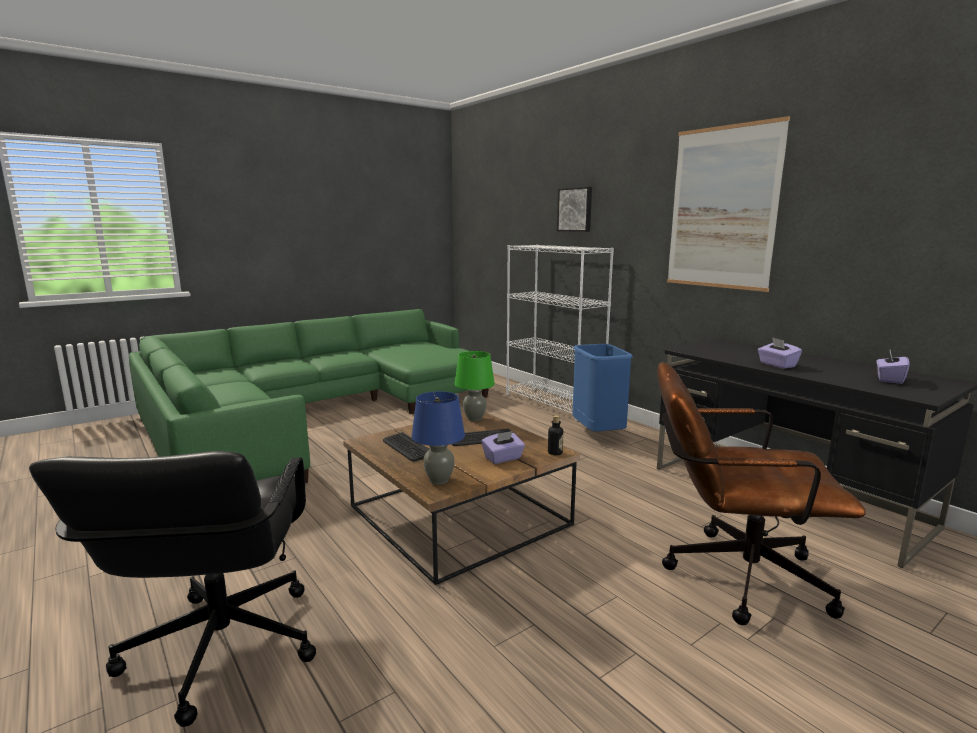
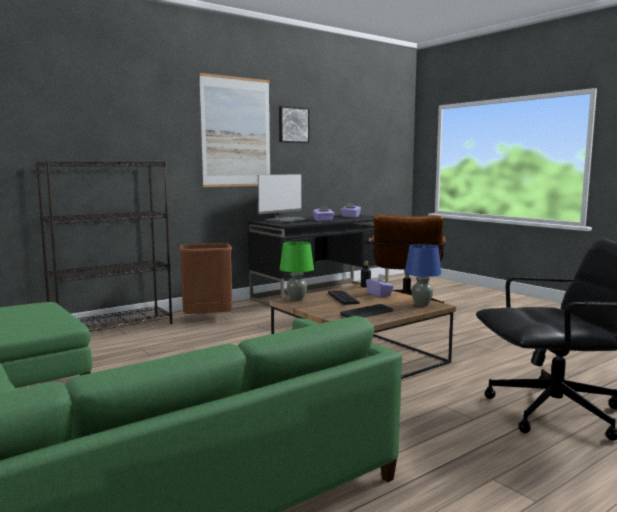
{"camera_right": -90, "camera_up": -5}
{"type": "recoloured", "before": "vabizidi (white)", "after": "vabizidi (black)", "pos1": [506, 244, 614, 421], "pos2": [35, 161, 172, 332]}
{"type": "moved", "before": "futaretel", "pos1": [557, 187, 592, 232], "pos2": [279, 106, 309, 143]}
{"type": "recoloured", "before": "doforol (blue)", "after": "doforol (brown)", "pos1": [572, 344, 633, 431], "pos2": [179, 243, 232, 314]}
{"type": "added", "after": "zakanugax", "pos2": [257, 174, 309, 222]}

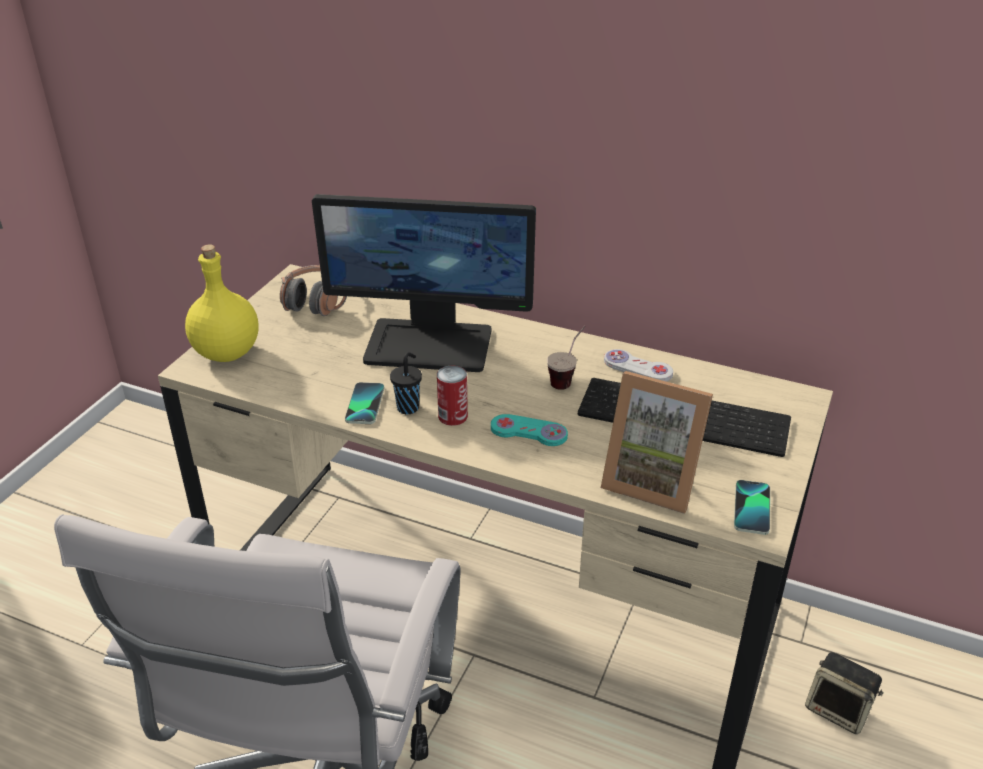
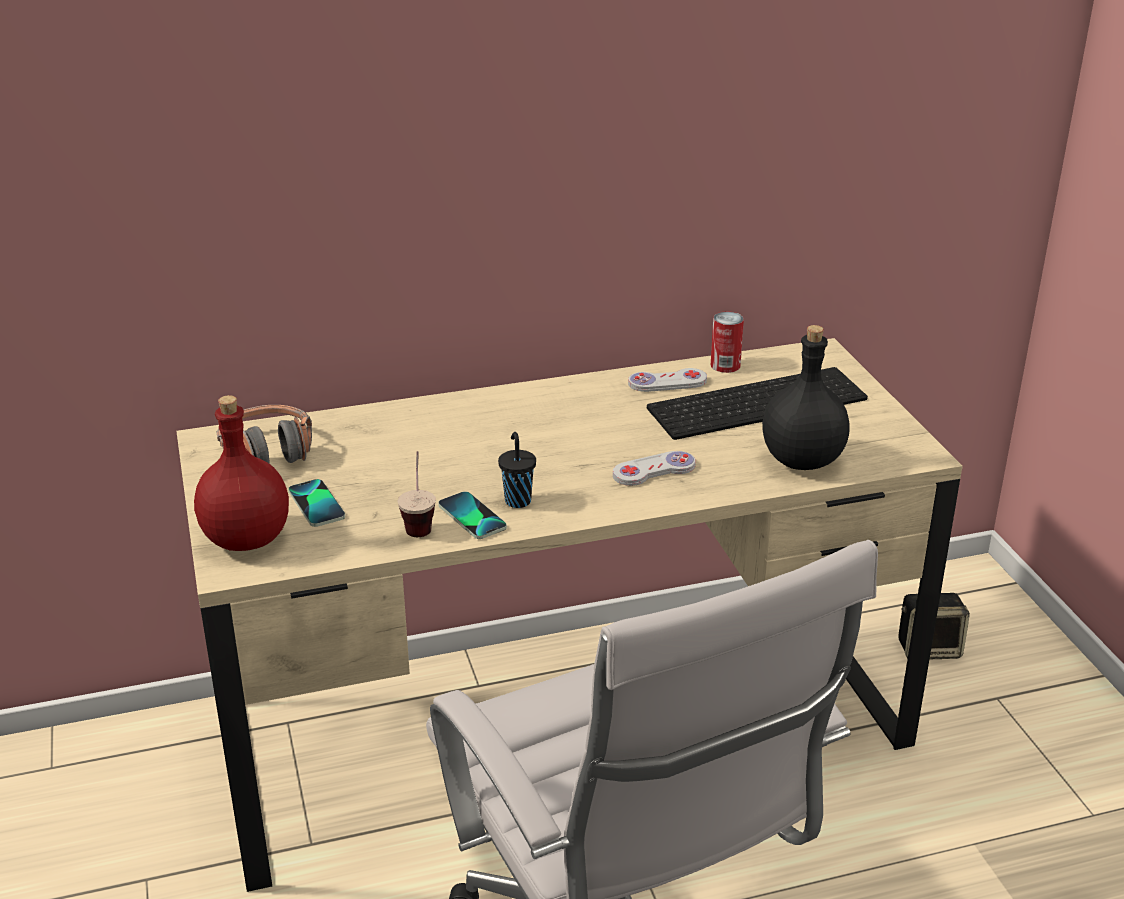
{"camera_right": -40, "camera_up": -5}
{"type": "recoloured", "before": "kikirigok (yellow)", "after": "kikirigok (red)", "pos1": [185, 244, 259, 362], "pos2": [194, 395, 289, 551]}
{"type": "removed", "before": "zakanugax", "pos1": [312, 194, 536, 372]}
{"type": "moved", "before": "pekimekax", "pos1": [437, 366, 468, 426], "pos2": [711, 311, 744, 373]}
{"type": "recoloured", "before": "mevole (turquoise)", "after": "mevole (white)", "pos1": [491, 414, 568, 446], "pos2": [613, 451, 696, 486]}
{"type": "moved", "before": "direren", "pos1": [547, 326, 585, 390], "pos2": [398, 451, 436, 537]}
{"type": "replaced", "before": "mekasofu", "after": "kikirigok (black)", "pos1": [601, 371, 713, 514], "pos2": [762, 325, 850, 470]}
{"type": "moved", "before": "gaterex", "pos1": [734, 480, 770, 535], "pos2": [288, 479, 345, 527]}

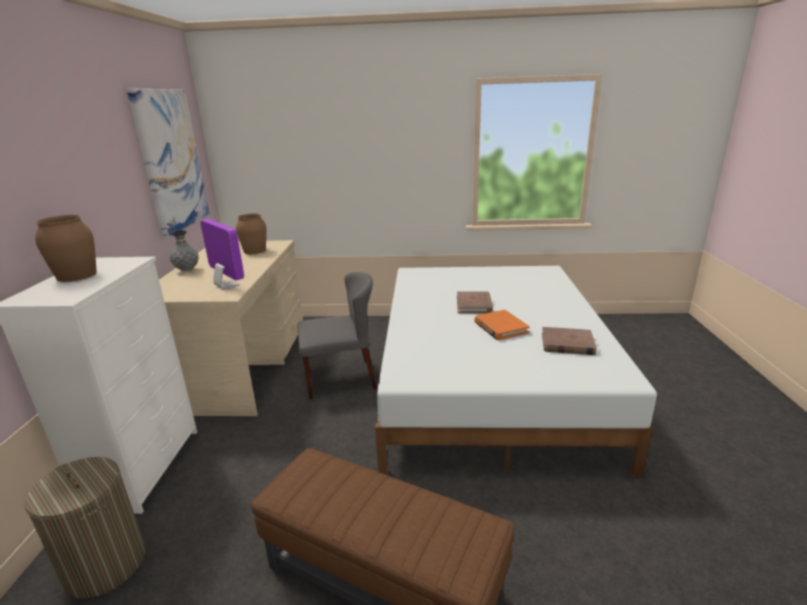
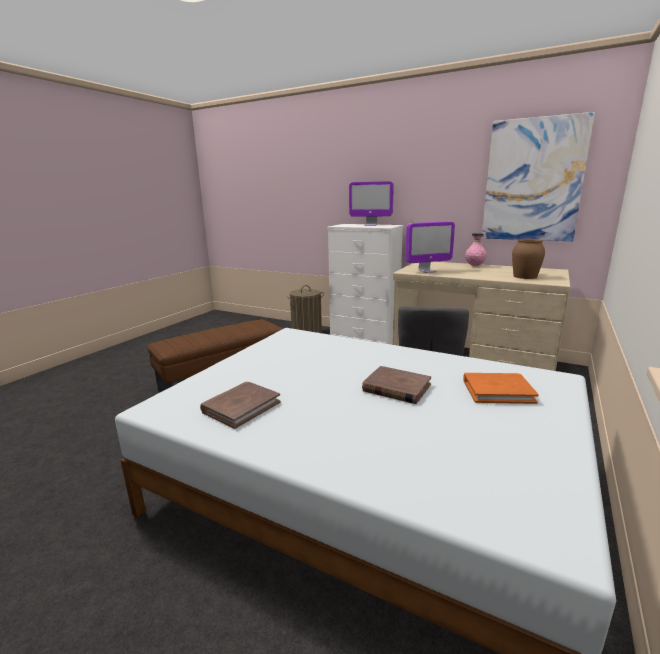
{"camera_right": 115, "camera_up": -5}
{"type": "replaced", "before": "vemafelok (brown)", "after": "zakanugax", "pos1": [35, 215, 97, 282], "pos2": [349, 181, 394, 226]}
{"type": "recoloured", "before": "vemafelok (grey)", "after": "vemafelok (pink)", "pos1": [170, 230, 199, 271], "pos2": [465, 233, 487, 266]}
{"type": "moved", "before": "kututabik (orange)", "pos1": [474, 310, 530, 340], "pos2": [463, 373, 539, 404]}

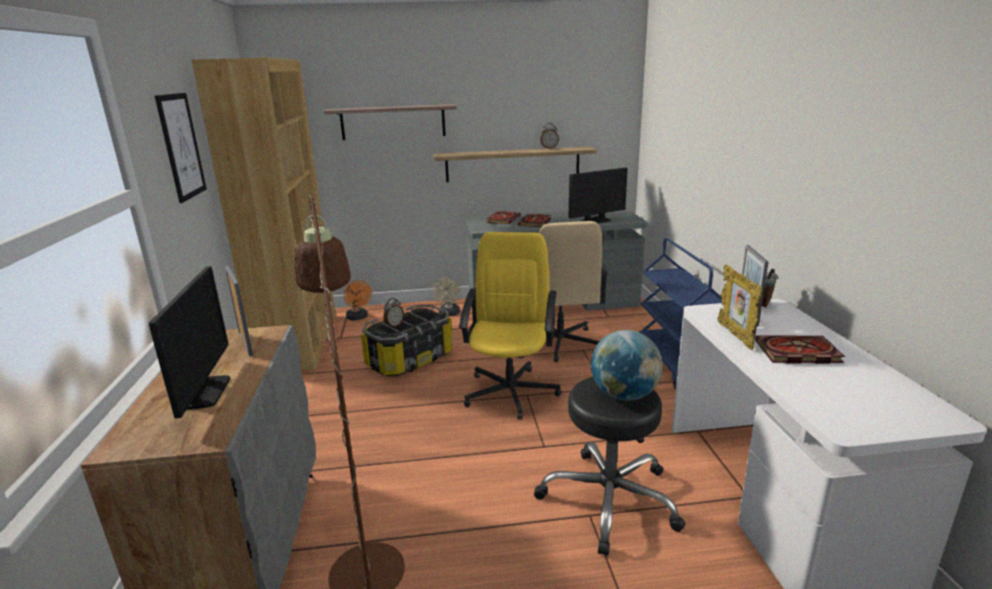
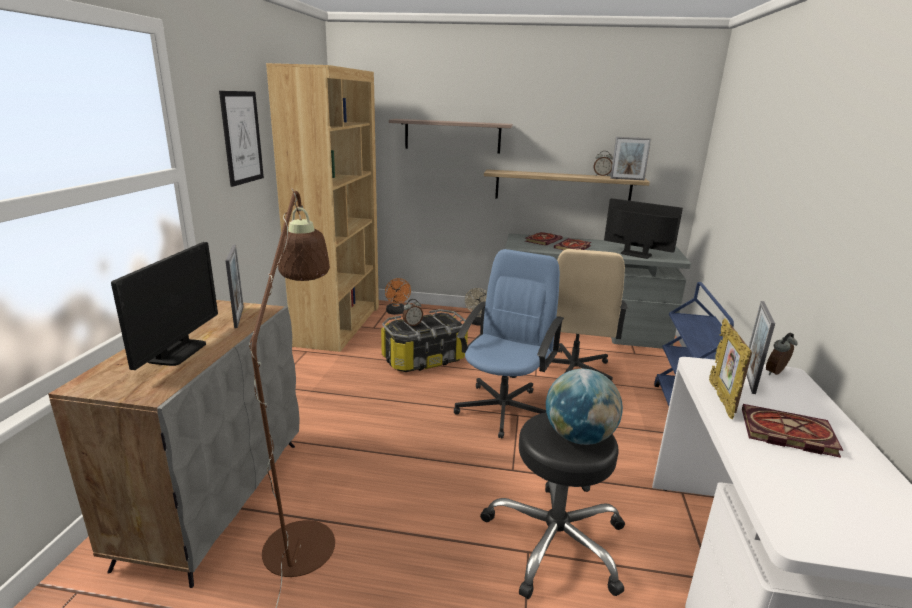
{"camera_right": 15, "camera_up": 0}
{"type": "recoloured", "before": "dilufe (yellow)", "after": "dilufe (blue)", "pos1": [459, 232, 561, 420], "pos2": [454, 249, 564, 439]}
{"type": "turned", "before": "zakanugax", "pos1": [569, 167, 628, 223], "pos2": [604, 198, 683, 259], "turn": -135}
{"type": "added", "after": "mekasofu", "pos2": [610, 137, 651, 180]}

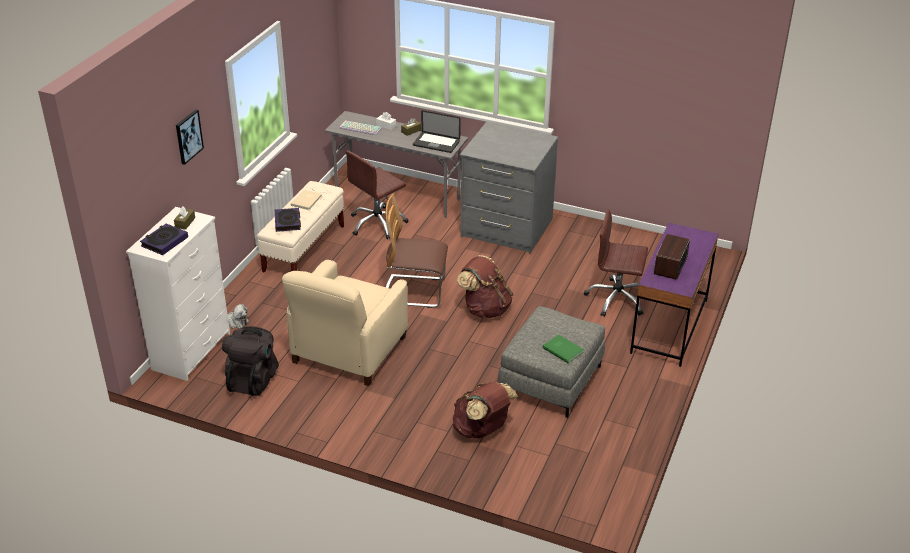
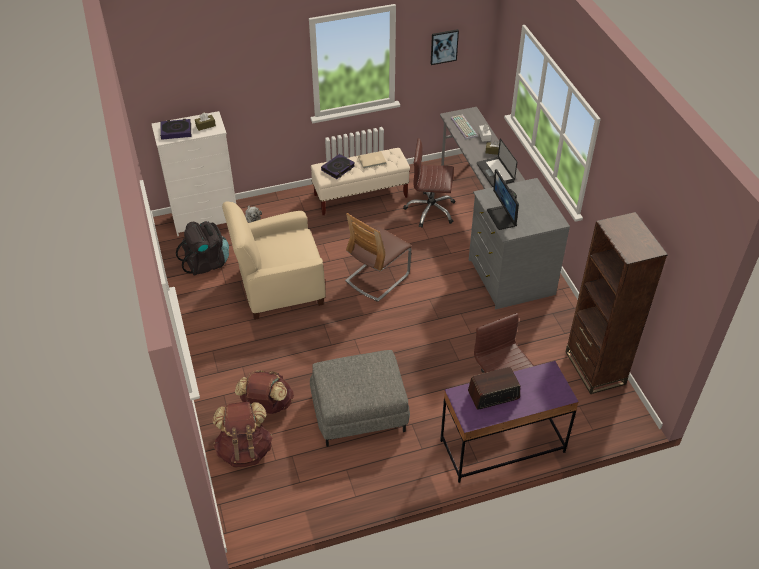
{"camera_right": 50, "camera_up": 10}
{"type": "moved", "before": "futaretel", "pos1": [176, 109, 204, 165], "pos2": [431, 29, 459, 65]}
{"type": "turned", "before": "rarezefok", "pos1": [385, 194, 448, 308], "pos2": [345, 213, 412, 302], "turn": -105}
{"type": "moved", "before": "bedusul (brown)", "pos1": [457, 255, 513, 318], "pos2": [213, 401, 272, 468]}
{"type": "removed", "before": "kututabik (green)", "pos1": [543, 335, 584, 363]}
{"type": "added", "after": "zakanugax", "pos2": [487, 169, 519, 230]}
{"type": "added", "after": "vabizidi (brown)", "pos2": [565, 212, 668, 394]}

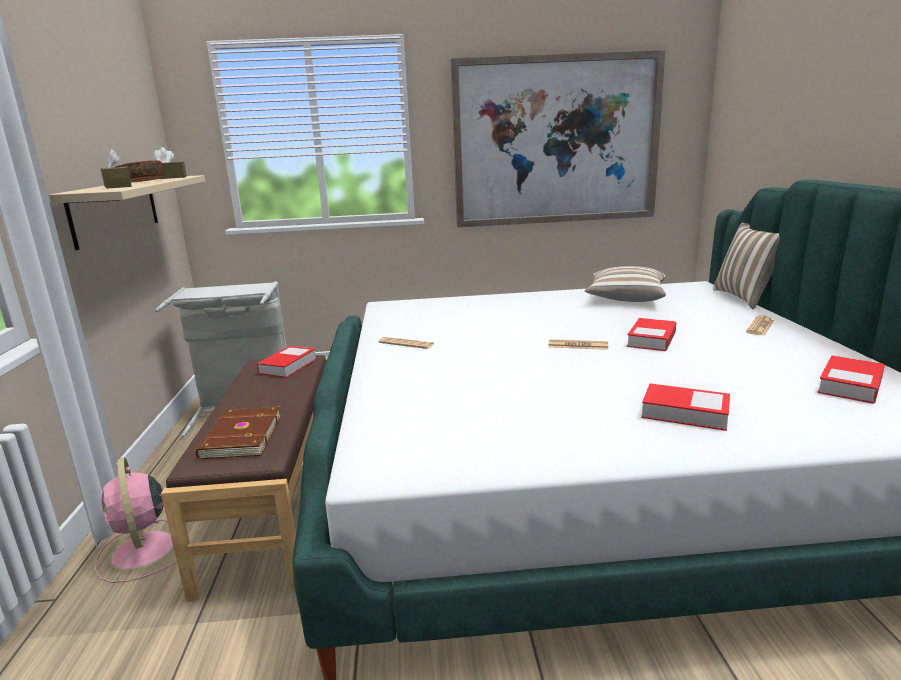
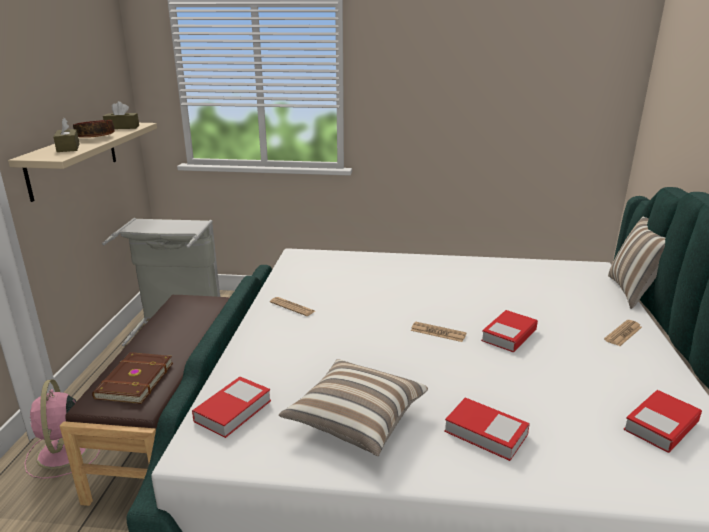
{"camera_right": 10, "camera_up": 5}
{"type": "moved", "before": "kututabik", "pos1": [257, 346, 317, 378], "pos2": [192, 377, 271, 438]}
{"type": "removed", "before": "futaretel", "pos1": [450, 50, 665, 227]}
{"type": "moved", "before": "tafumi", "pos1": [585, 266, 666, 302], "pos2": [279, 359, 428, 456]}

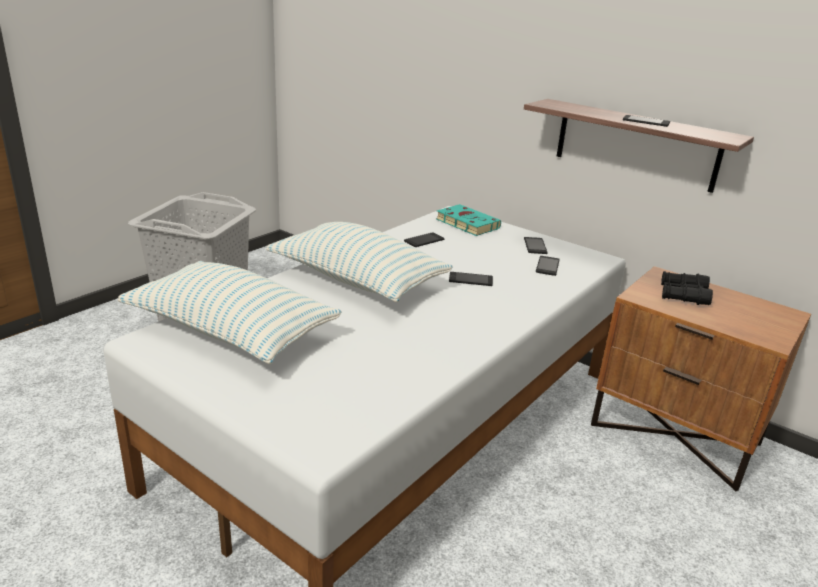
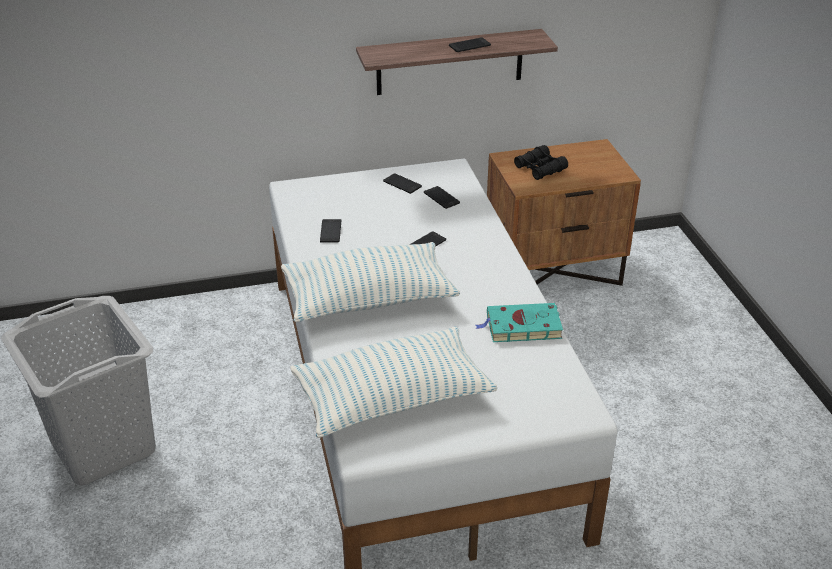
{"camera_right": -50, "camera_up": 10}
{"type": "moved", "before": "kututabik (turquoise)", "pos1": [436, 204, 501, 236], "pos2": [475, 303, 563, 342]}

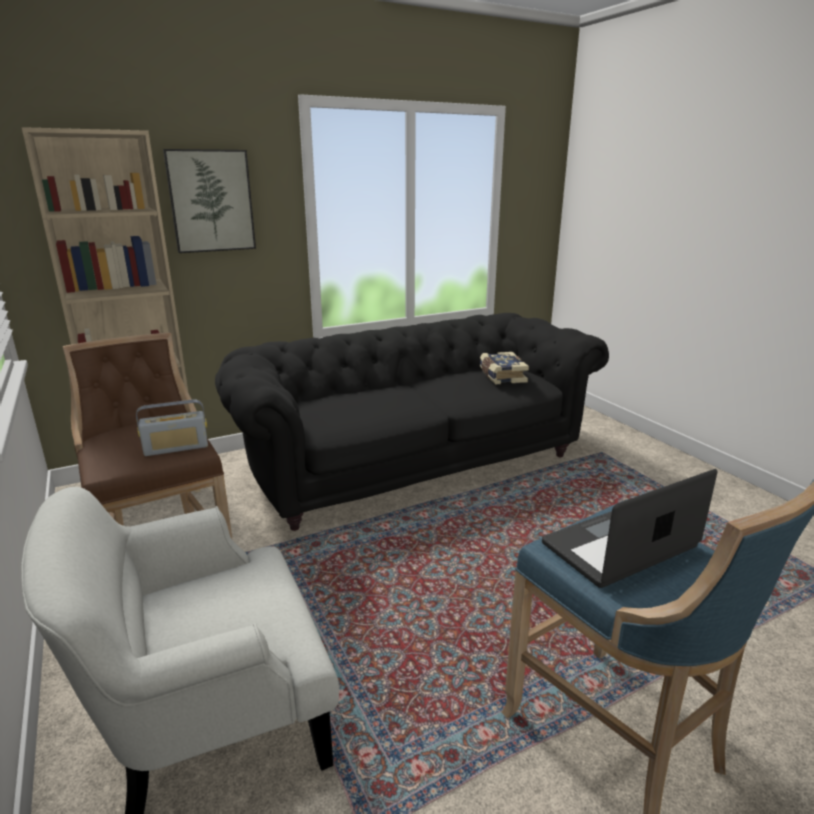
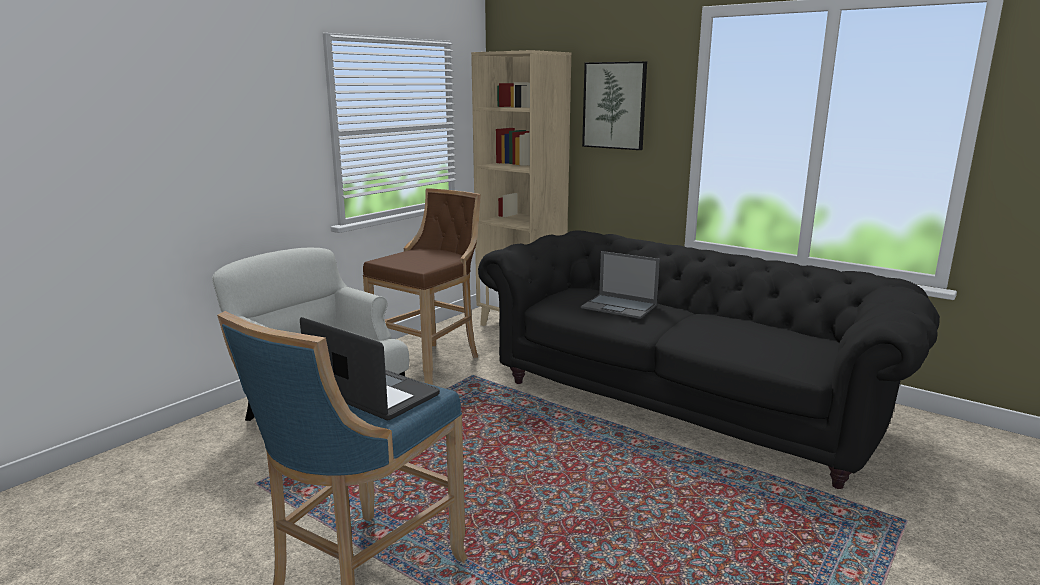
{"camera_right": 65, "camera_up": -5}
{"type": "removed", "before": "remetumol", "pos1": [136, 400, 208, 456]}
{"type": "removed", "before": "kututabik", "pos1": [480, 352, 529, 384]}
{"type": "added", "after": "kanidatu", "pos2": [581, 251, 660, 319]}

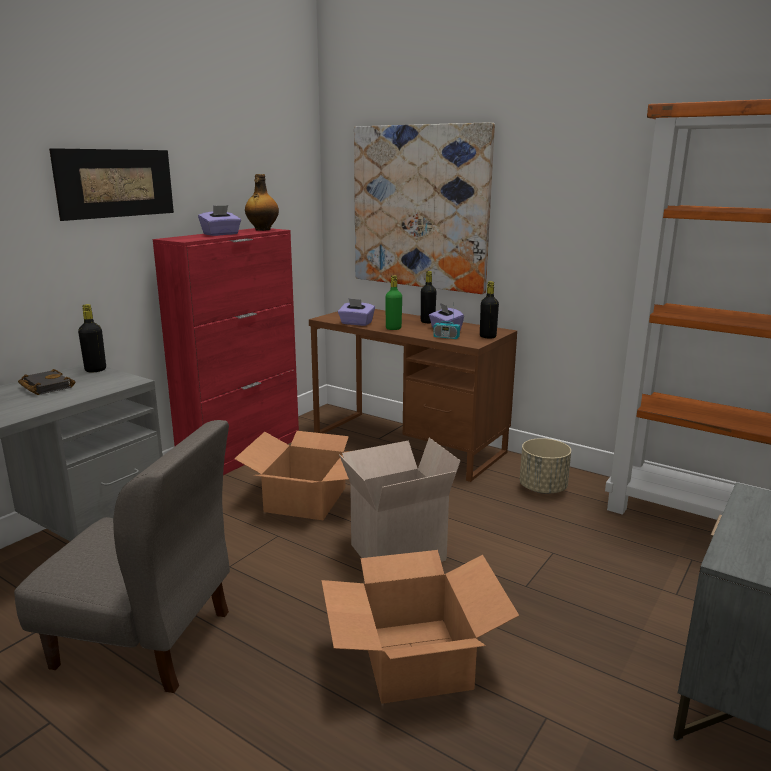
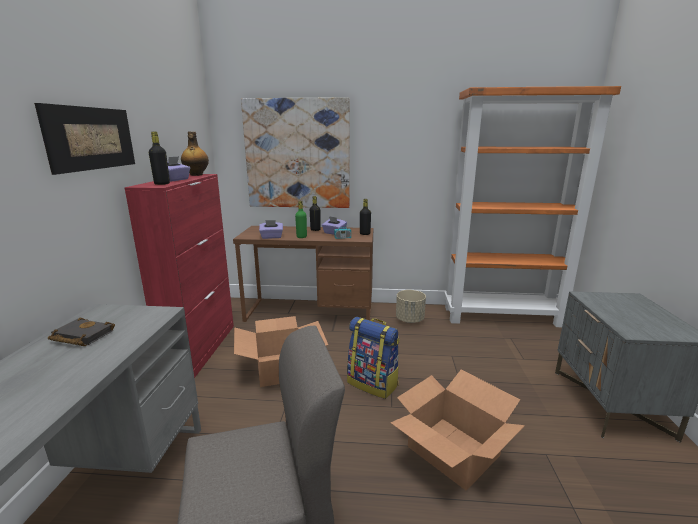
{"camera_right": -30, "camera_up": 0}
{"type": "moved", "before": "kikirigok (black)", "pos1": [78, 304, 106, 372], "pos2": [149, 132, 170, 185]}
{"type": "replaced", "before": "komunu", "after": "bedusul", "pos1": [339, 438, 460, 562], "pos2": [347, 317, 400, 399]}

